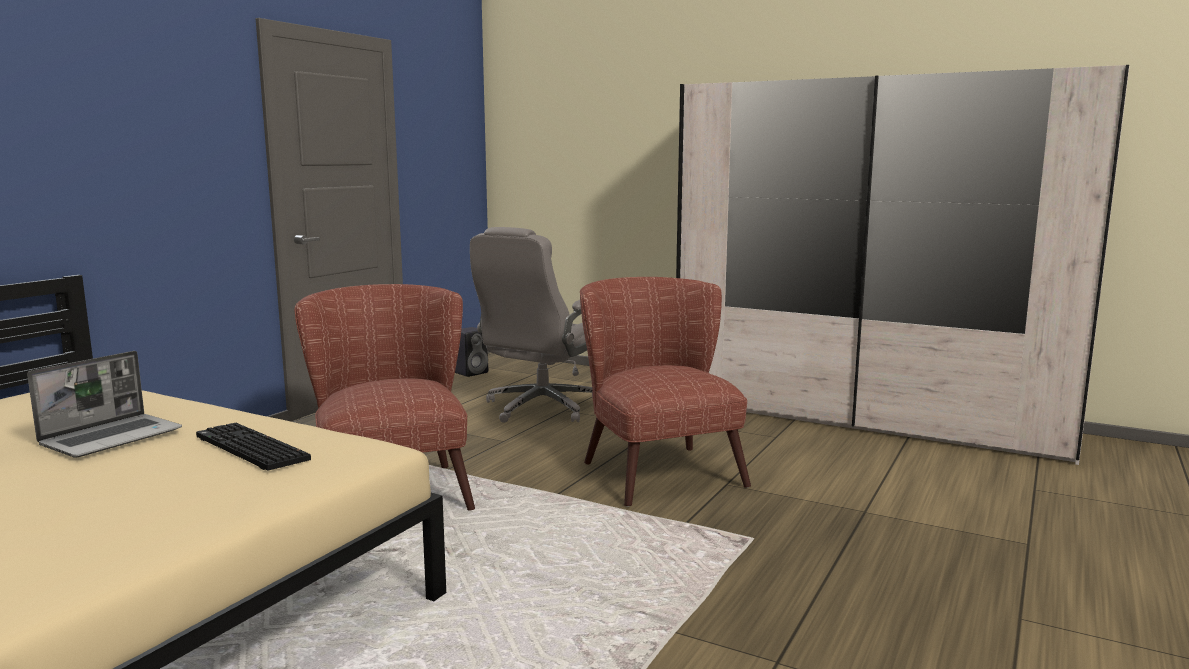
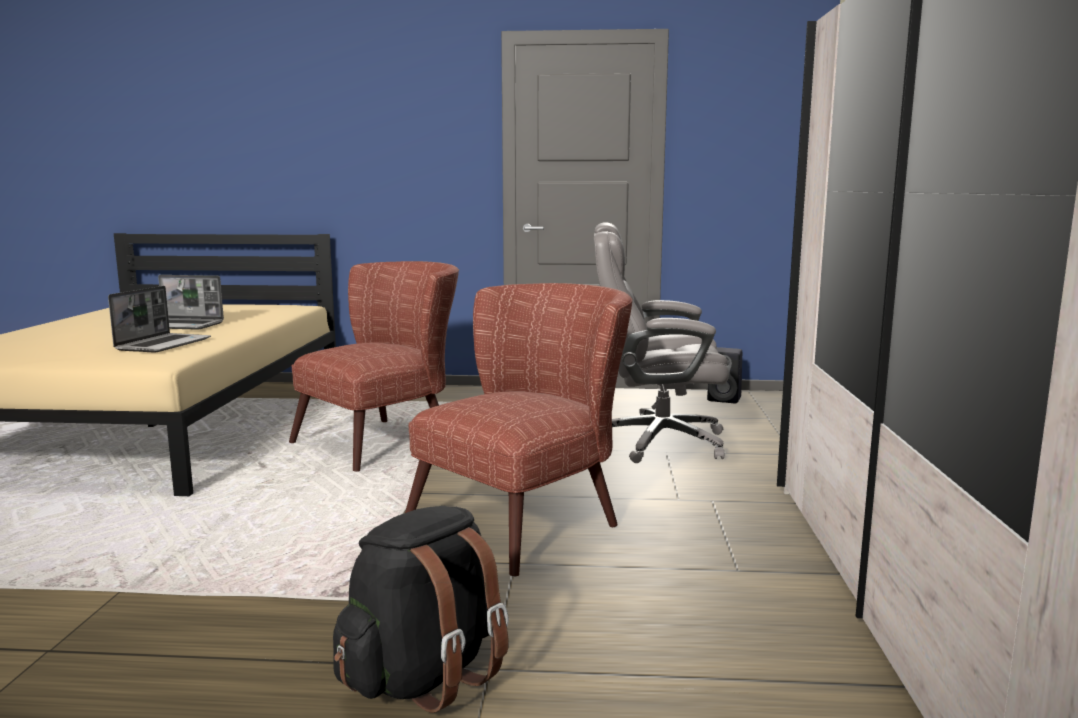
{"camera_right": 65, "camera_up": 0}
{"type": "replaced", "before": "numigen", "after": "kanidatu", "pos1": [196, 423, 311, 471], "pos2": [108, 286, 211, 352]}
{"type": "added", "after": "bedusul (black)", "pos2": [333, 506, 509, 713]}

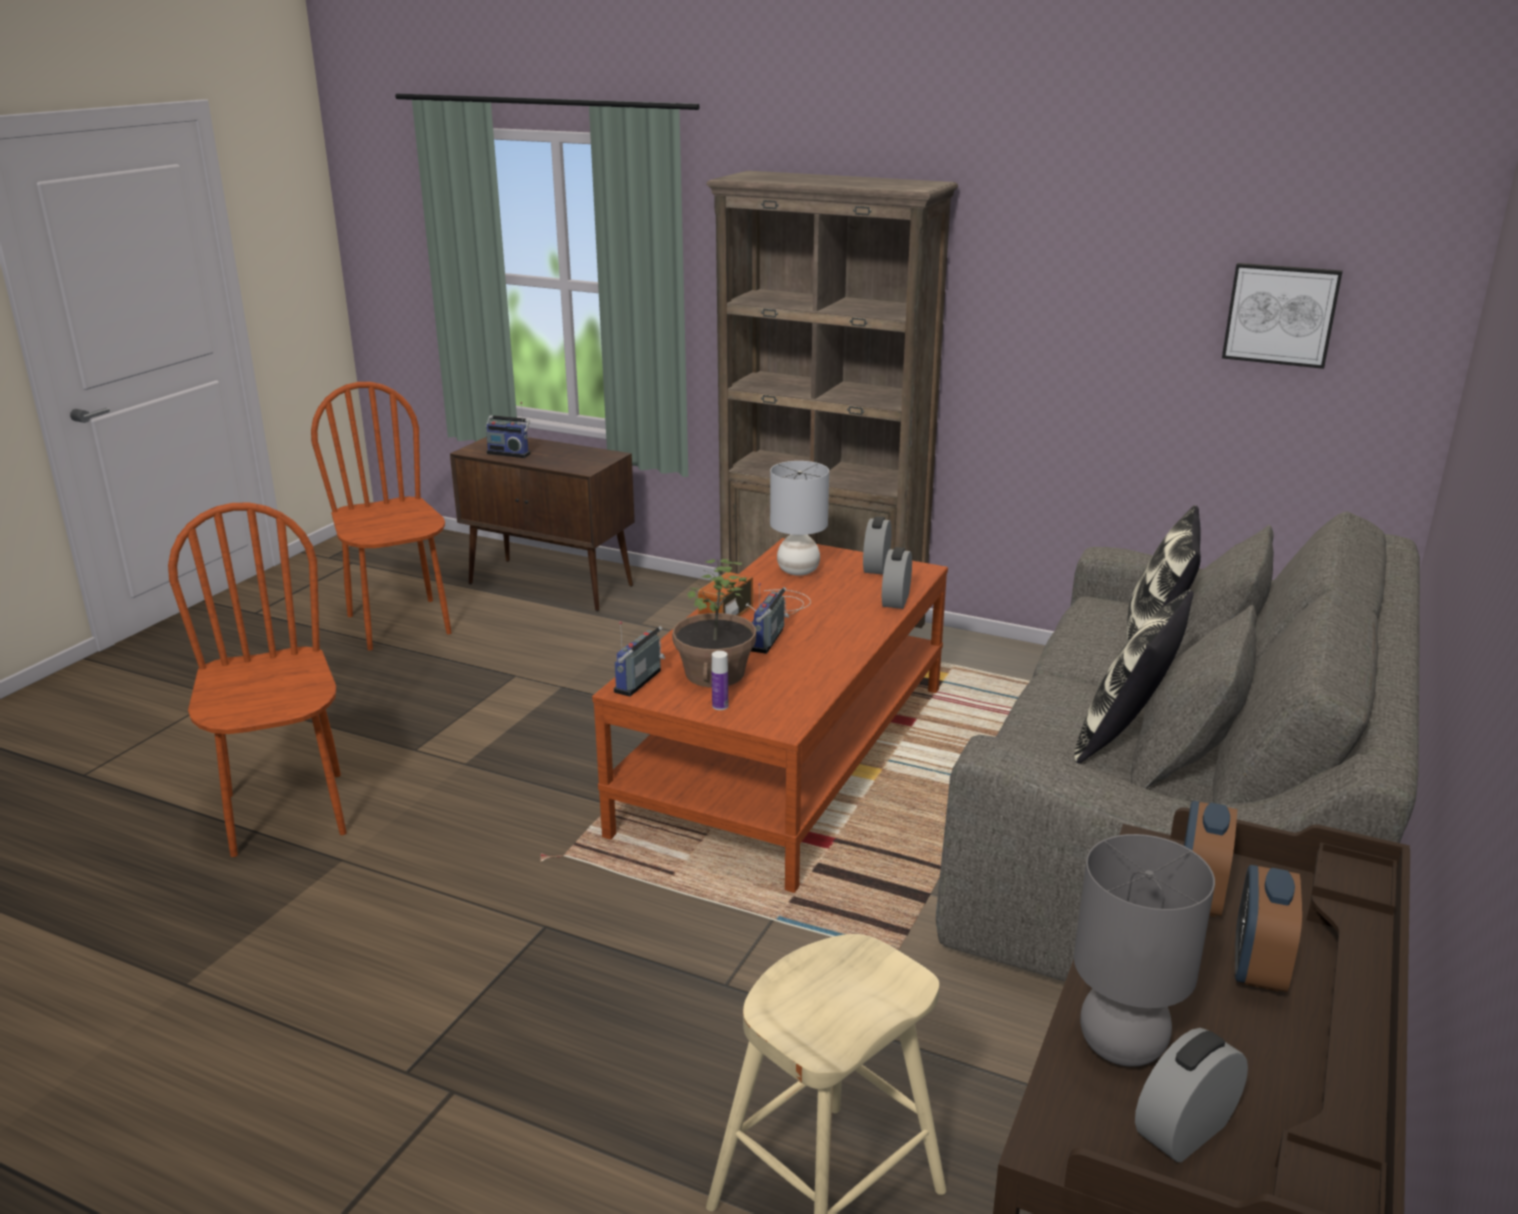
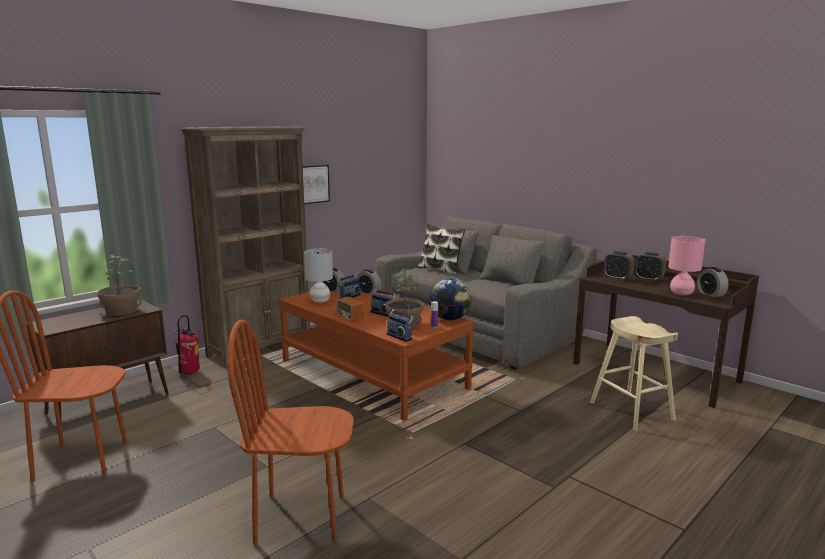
{"camera_right": -70, "camera_up": -10}
{"type": "moved", "before": "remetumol", "pos1": [486, 402, 531, 458], "pos2": [337, 265, 361, 298]}
{"type": "removed", "before": "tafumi", "pos1": [1074, 590, 1194, 763]}
{"type": "recoloured", "before": "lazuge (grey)", "after": "lazuge (pink)", "pos1": [1074, 834, 1215, 1067], "pos2": [668, 236, 705, 296]}
{"type": "moved", "before": "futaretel", "pos1": [1222, 263, 1343, 369], "pos2": [303, 165, 330, 204]}
{"type": "added", "after": "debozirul", "pos2": [97, 254, 142, 316]}
{"type": "added", "after": "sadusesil", "pos2": [172, 315, 200, 375]}
{"type": "added", "after": "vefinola", "pos2": [429, 278, 471, 320]}

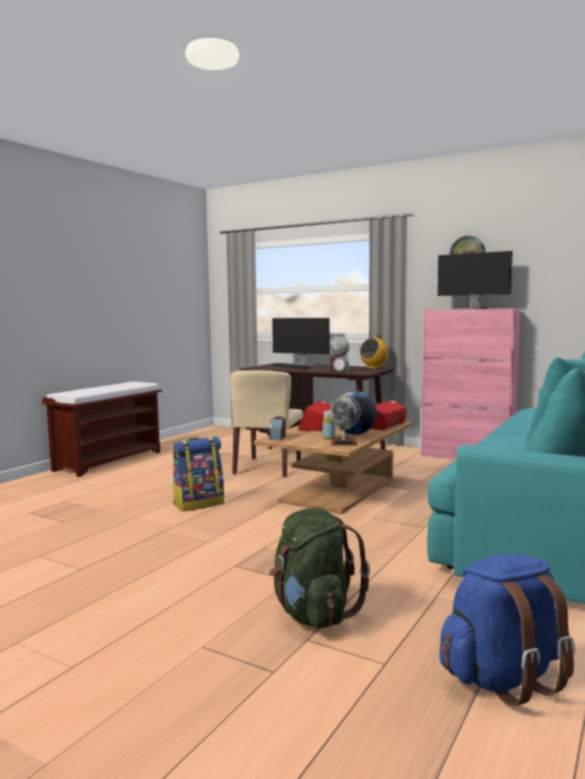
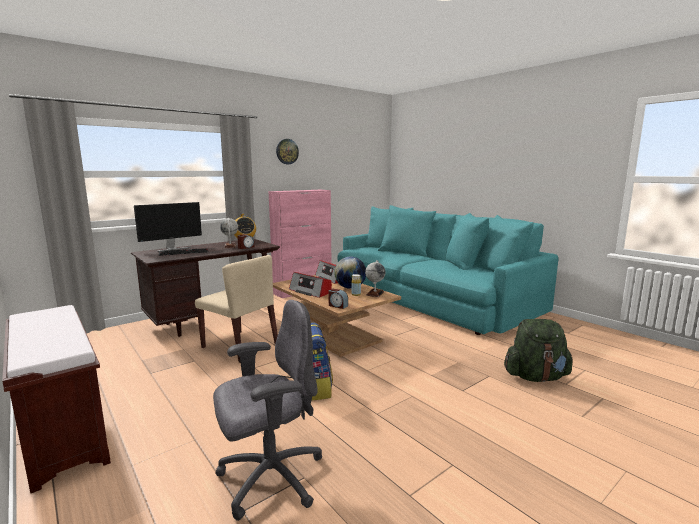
{"camera_right": -70, "camera_up": 5}
{"type": "removed", "before": "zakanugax", "pos1": [437, 251, 513, 309]}
{"type": "removed", "before": "bedusul (blue)", "pos1": [439, 554, 575, 706]}
{"type": "added", "after": "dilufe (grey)", "pos2": [213, 300, 322, 521]}

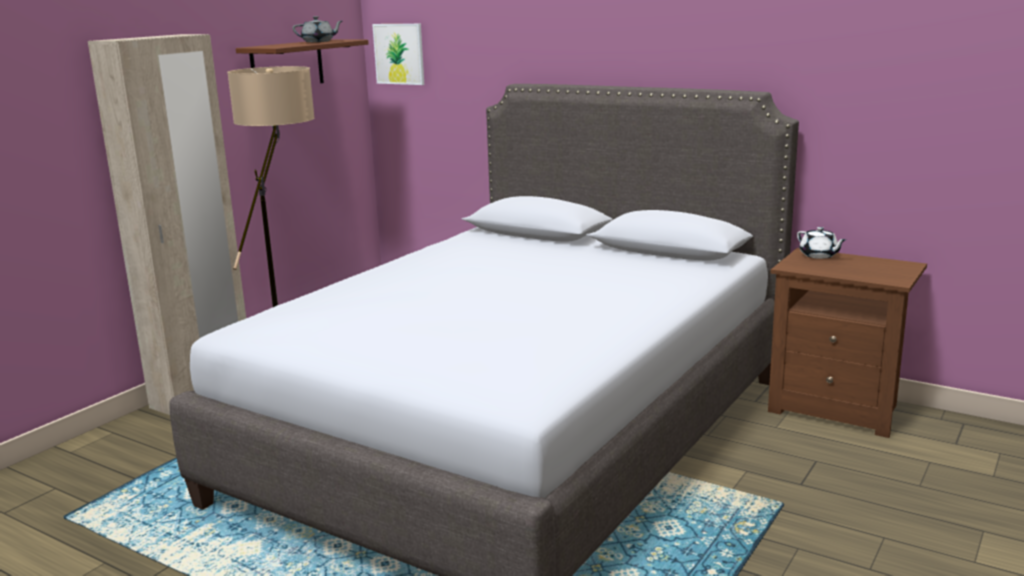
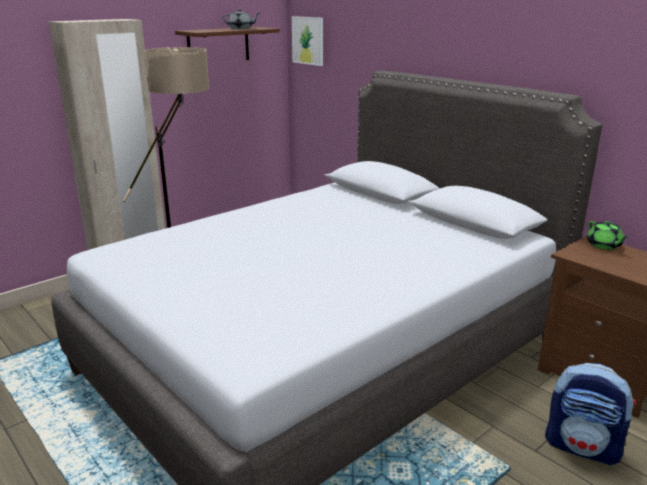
{"camera_right": 15, "camera_up": 5}
{"type": "recoloured", "before": "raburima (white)", "after": "raburima (green)", "pos1": [797, 227, 846, 259], "pos2": [587, 221, 628, 250]}
{"type": "added", "after": "bedusul", "pos2": [545, 363, 636, 465]}

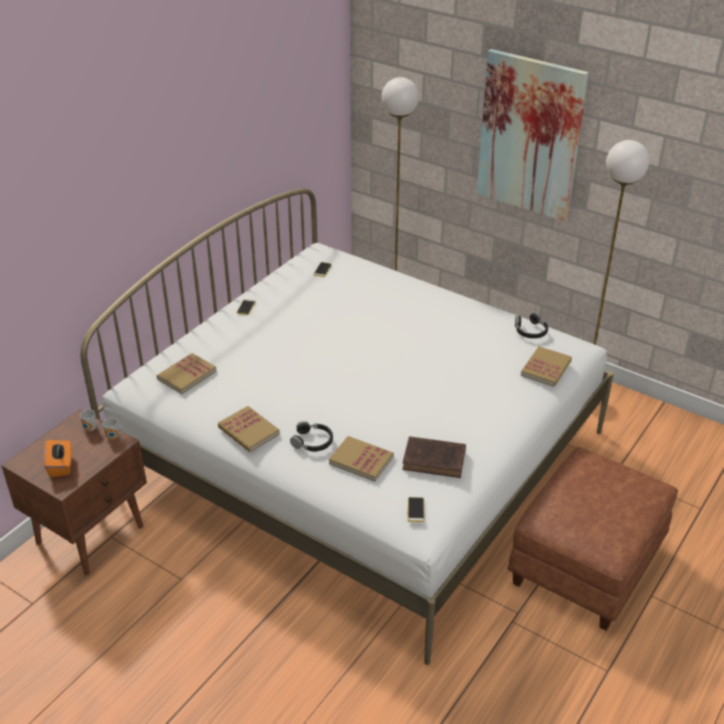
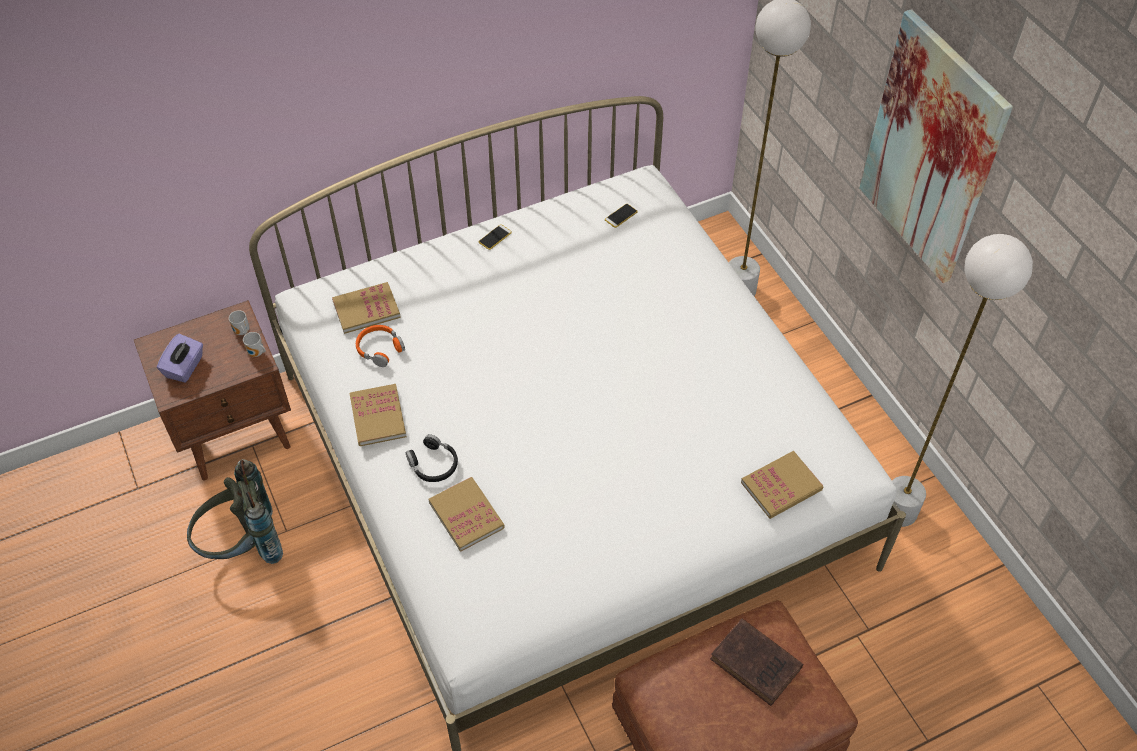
{"camera_right": 30, "camera_up": 15}
{"type": "recoloured", "before": "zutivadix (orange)", "after": "zutivadix (purple)", "pos1": [44, 440, 72, 478], "pos2": [157, 334, 203, 383]}
{"type": "moved", "before": "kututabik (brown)", "pos1": [402, 436, 466, 478], "pos2": [710, 619, 803, 706]}
{"type": "removed", "before": "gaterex", "pos1": [408, 497, 424, 522]}
{"type": "removed", "before": "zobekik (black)", "pos1": [515, 312, 548, 338]}
{"type": "added", "after": "bedusul (grey)", "pos2": [187, 459, 283, 564]}
{"type": "added", "after": "zobekik (orange)", "pos2": [356, 325, 405, 367]}

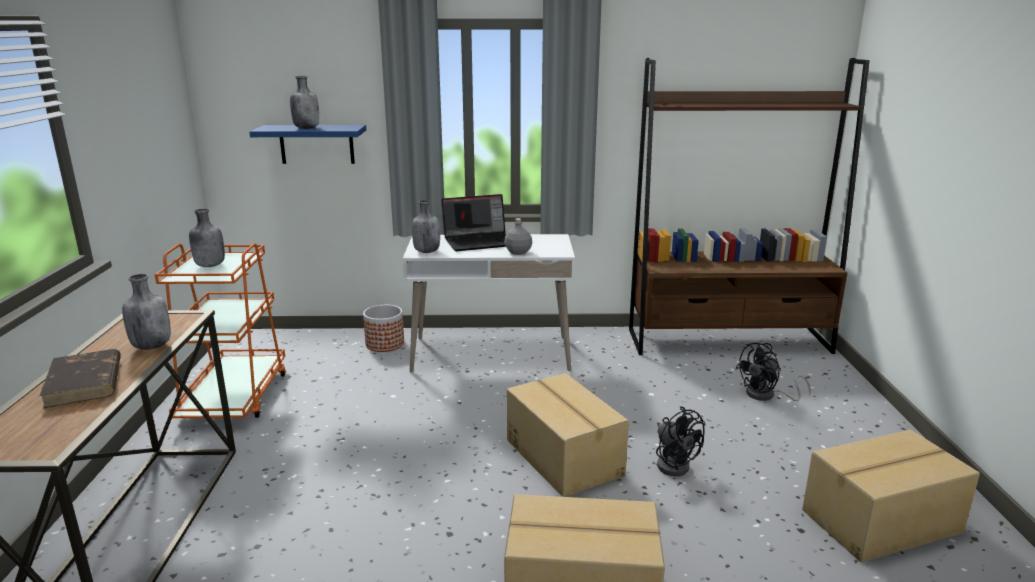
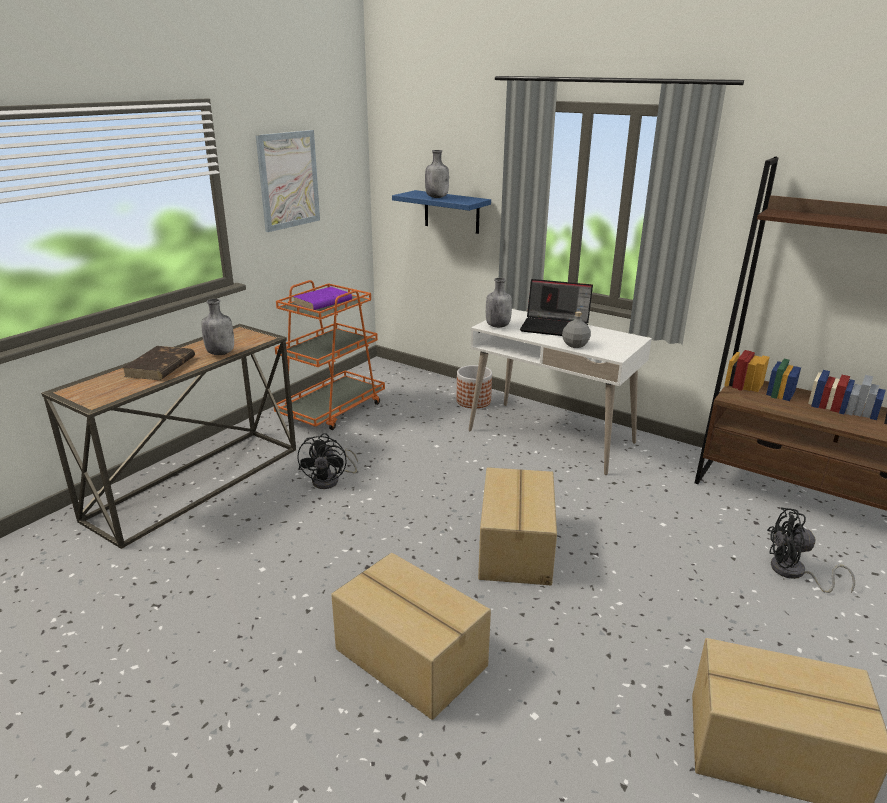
{"camera_right": 35, "camera_up": 5}
{"type": "replaced", "before": "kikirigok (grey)", "after": "kututabik (purple)", "pos1": [189, 209, 225, 267], "pos2": [293, 287, 352, 310]}
{"type": "moved", "before": "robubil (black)", "pos1": [656, 406, 706, 476], "pos2": [297, 433, 358, 489]}
{"type": "added", "after": "futaretel", "pos2": [256, 130, 320, 232]}

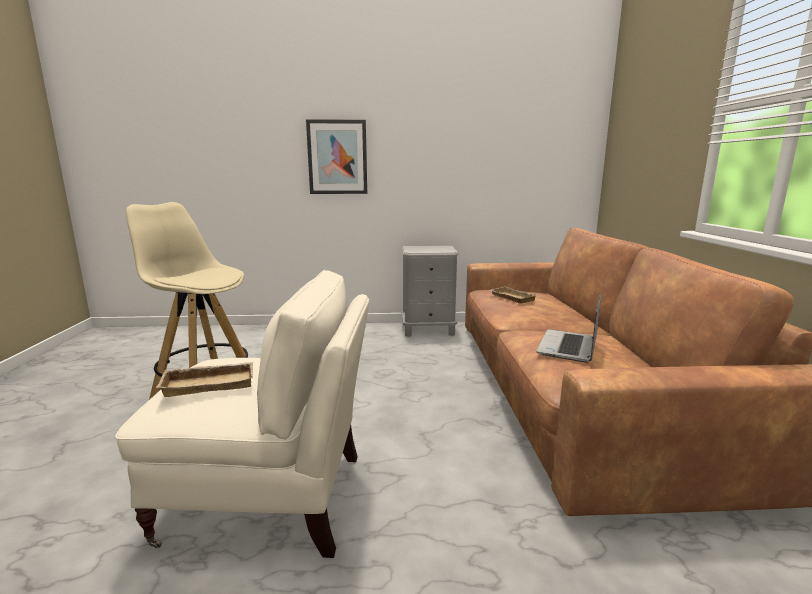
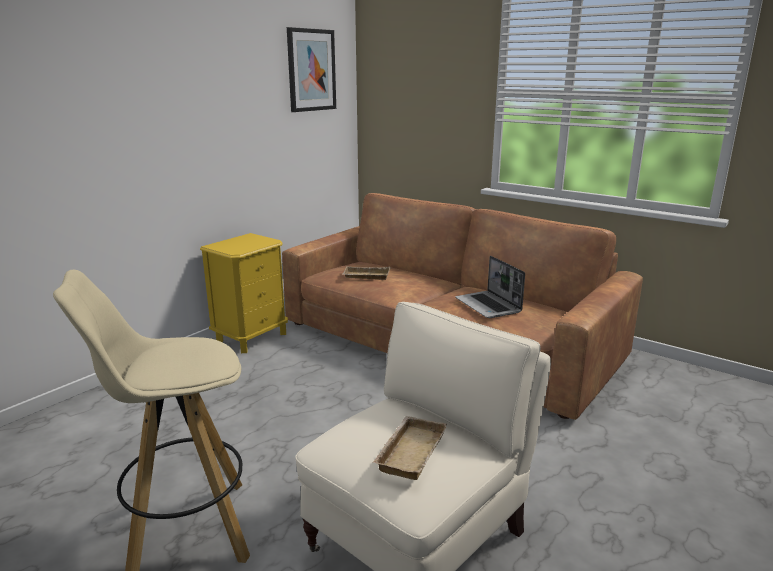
{"camera_right": -50, "camera_up": 5}
{"type": "moved", "before": "futaretel", "pos1": [306, 119, 367, 194], "pos2": [287, 27, 336, 112]}
{"type": "recoloured", "before": "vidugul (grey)", "after": "vidugul (yellow)", "pos1": [401, 246, 459, 337], "pos2": [200, 233, 288, 353]}

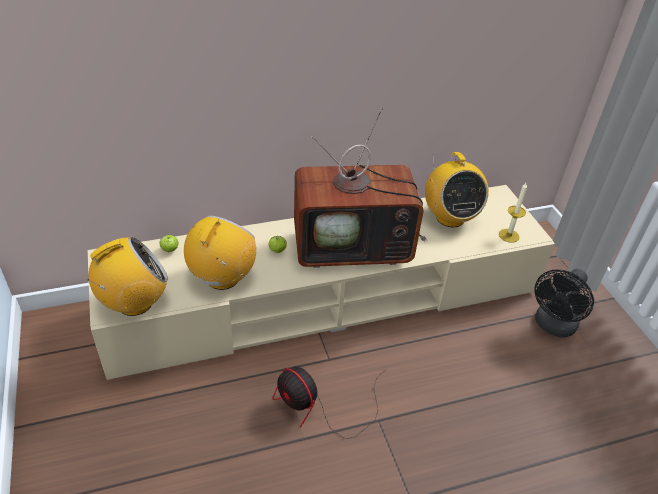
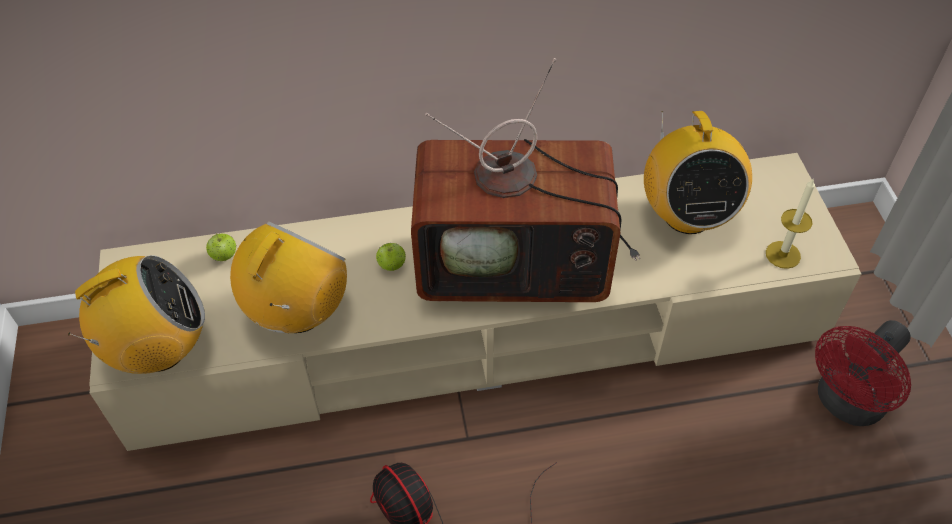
{"camera_right": 10, "camera_up": 10}
{"type": "recoloured", "before": "robubil (black)", "after": "robubil (red)", "pos1": [535, 269, 594, 338], "pos2": [815, 320, 911, 426]}

